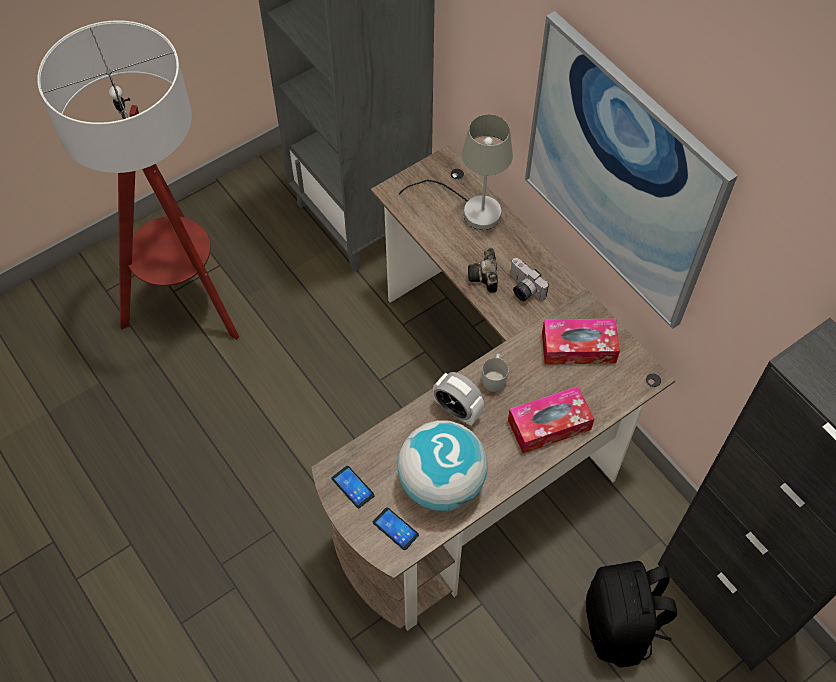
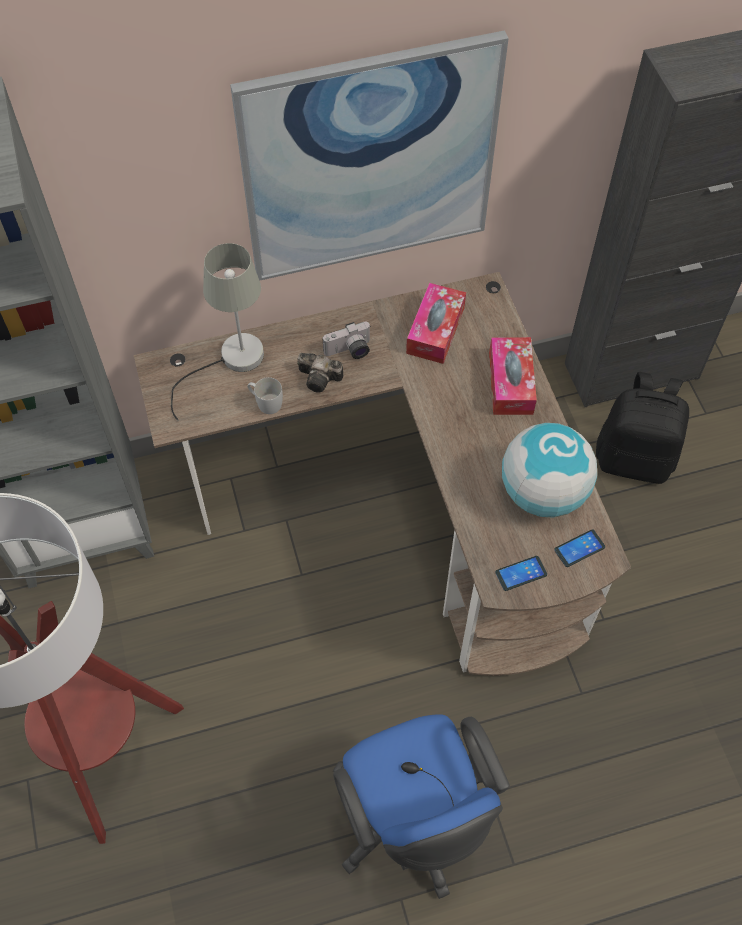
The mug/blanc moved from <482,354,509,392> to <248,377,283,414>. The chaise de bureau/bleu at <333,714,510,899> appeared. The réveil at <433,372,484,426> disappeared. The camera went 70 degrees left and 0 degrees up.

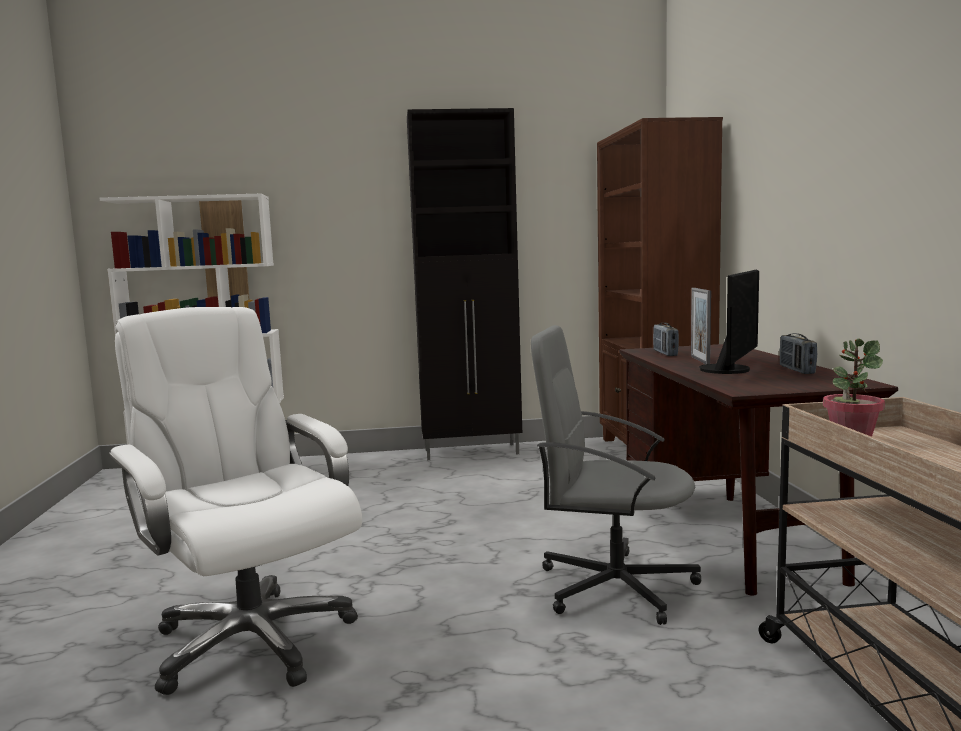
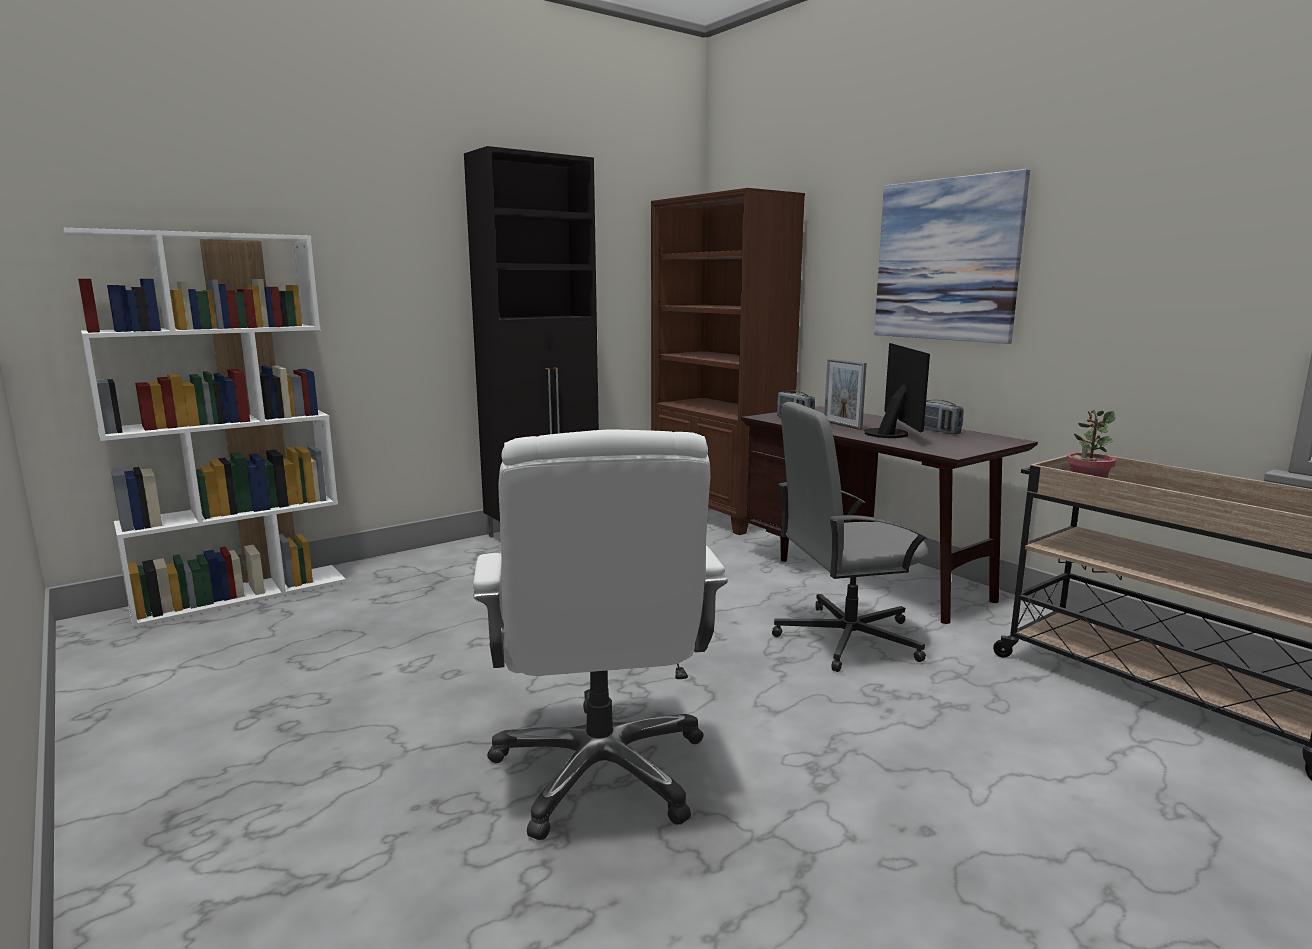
The chaise de bureau/blanc at <109,307,362,695> turned 120 degrees counterclockwise. The tableau at <874,169,1030,344> appeared. The camera went 30 degrees left and 5 degrees up.

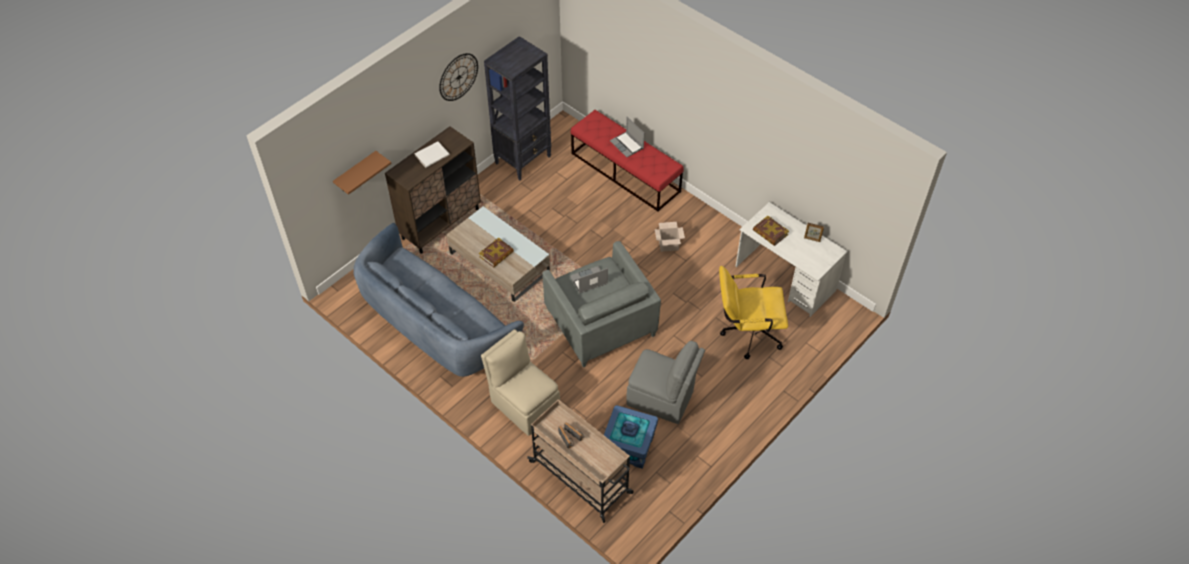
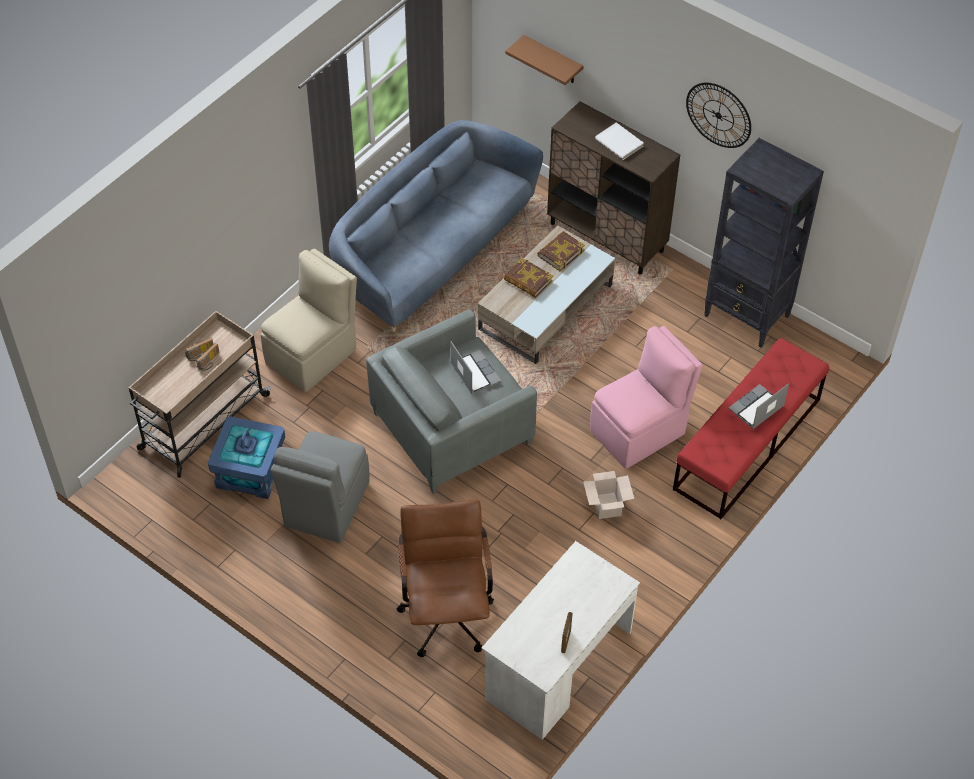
The chaise de bureau/jaune at <719,266,788,359> became the chaise de bureau/marron at <397,500,494,657>. The livre moved from <753,216,789,246> to <537,231,585,271>. The chaise/rose at <590,326,703,469> appeared. The camera went 85 degrees right and 0 degrees up.

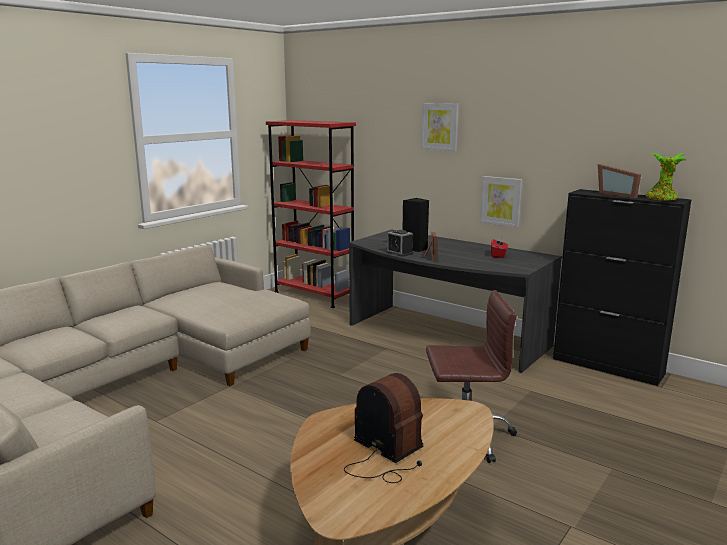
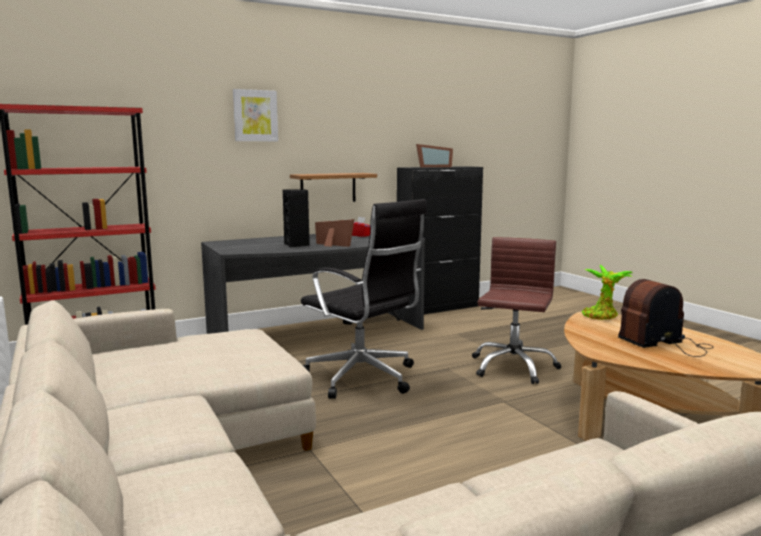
The tableau at <480,176,522,227> was replaced by the étagère at <290,173,377,202>. The chaise de bureau/noir at <301,199,427,399> appeared. The plante en pot moved from <646,153,686,201> to <582,265,633,320>. The réveil at <386,230,413,257> disappeared. The camera went 65 degrees left and 5 degrees down.

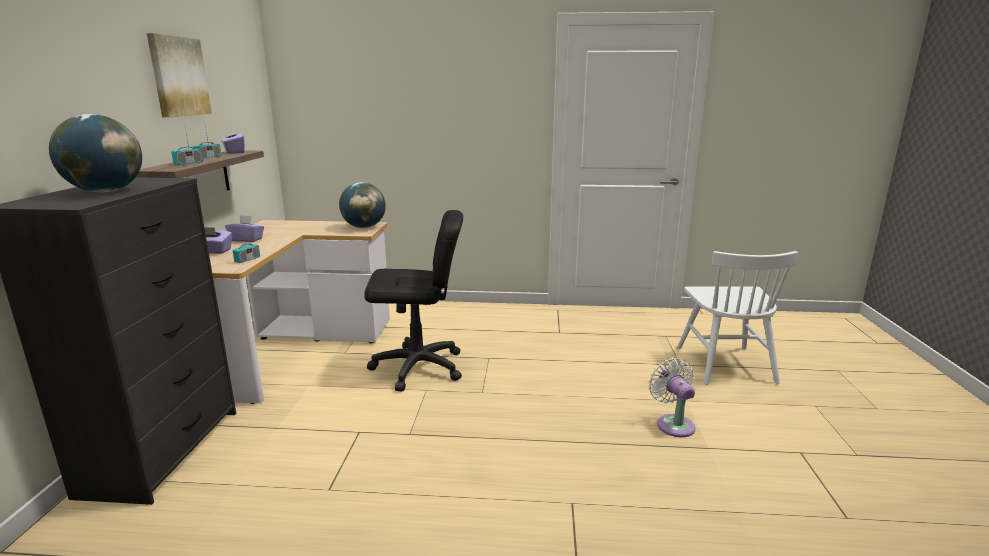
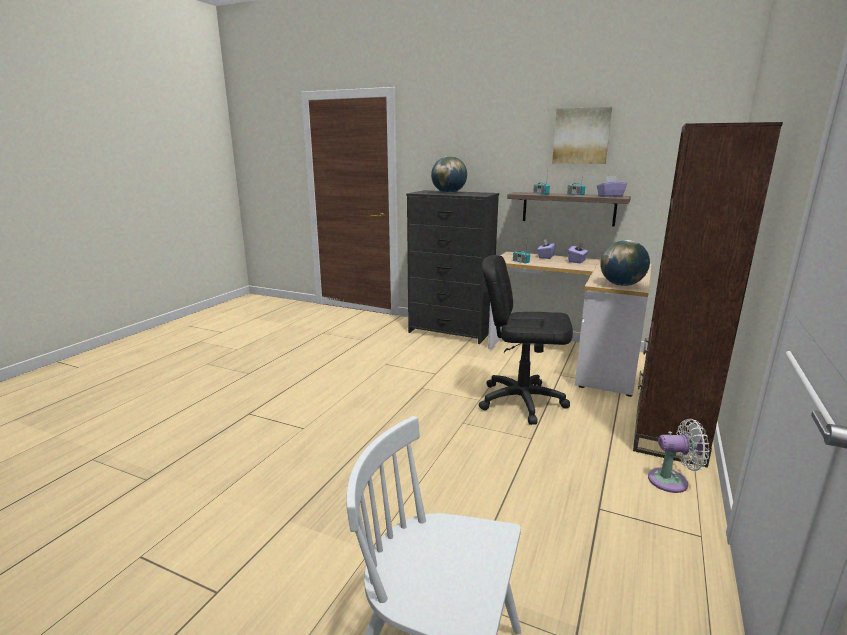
The chaise de bureau/noir at <364,210,463,391> turned 90 degrees clockwise. The bibliothèque/marron at <633,122,783,468> appeared. The ventilateur/blanc moved from <648,358,696,437> to <648,419,709,493>. The camera went 110 degrees right and 0 degrees up.

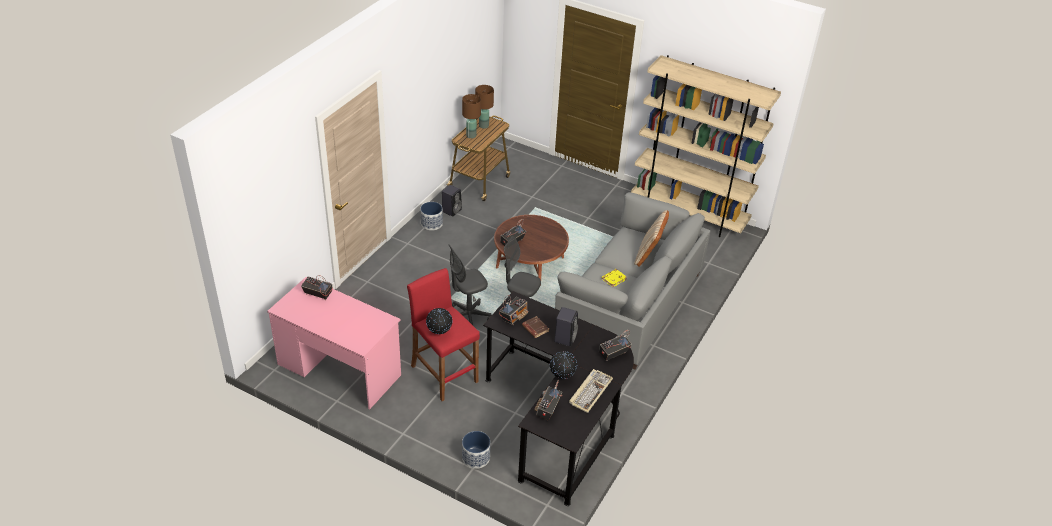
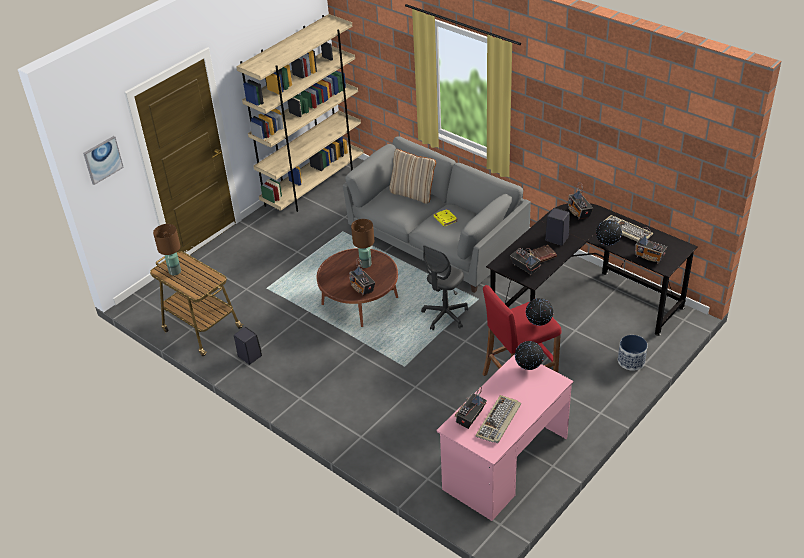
The tableau at <83,136,124,185> appeared. The lampe de table/marron moved from <462,94,481,138> to <351,219,374,268>. The clavier at <475,395,521,443> appeared. The globe at <515,341,544,370> appeared. The cache-pot at <420,202,443,230> disappeared. The chaise de bureau/gris at <448,244,491,325> disappeared. The camera went 75 degrees left and 0 degrees up.

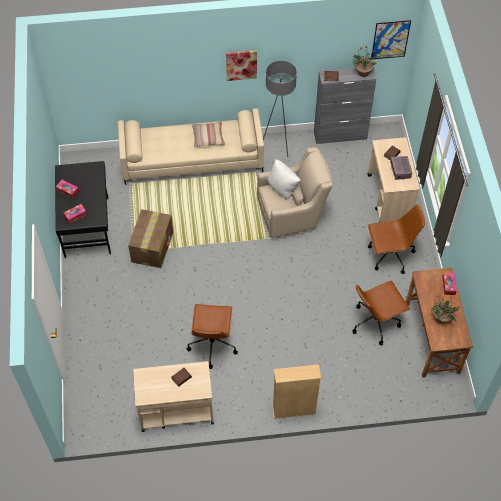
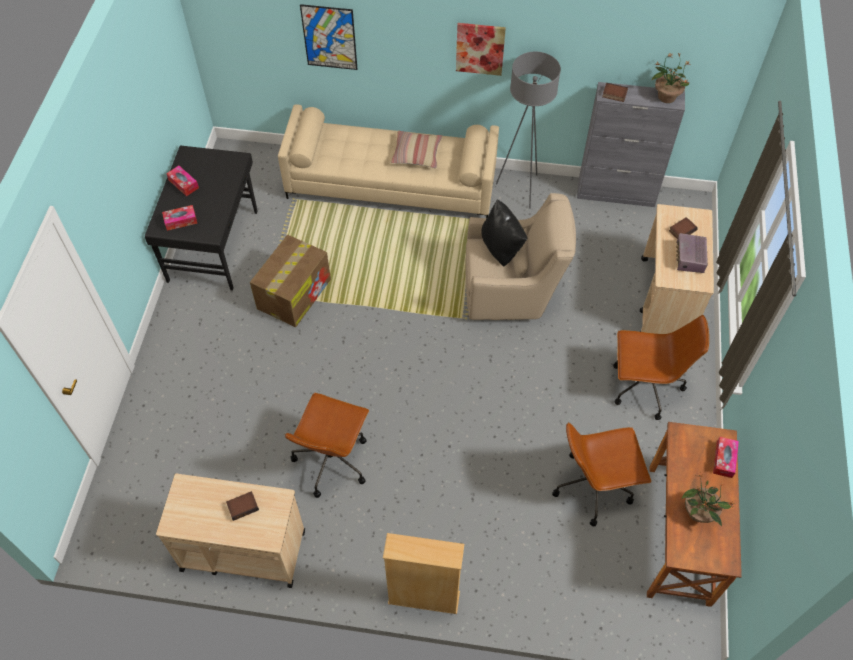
The tableau moved from <371,20,411,59> to <300,4,357,70>. The coussin/blanc at <267,159,300,200> became the coussin/noir at <481,199,527,267>. The camera went 15 degrees right and 0 degrees up.

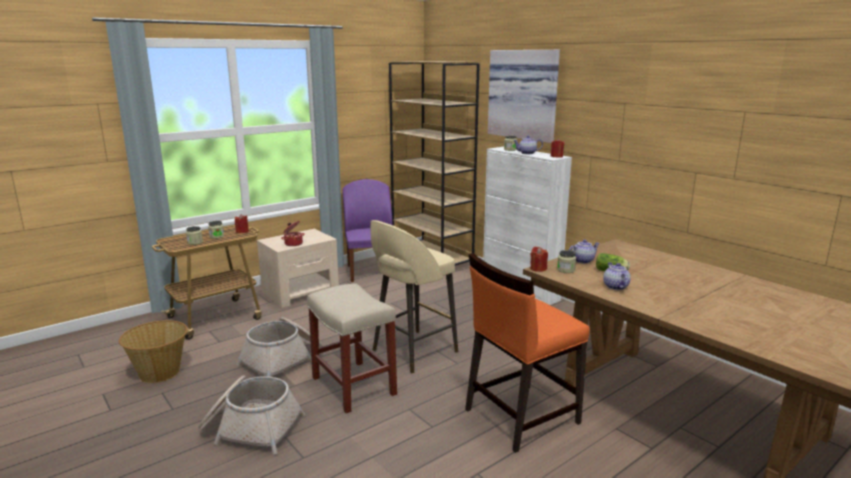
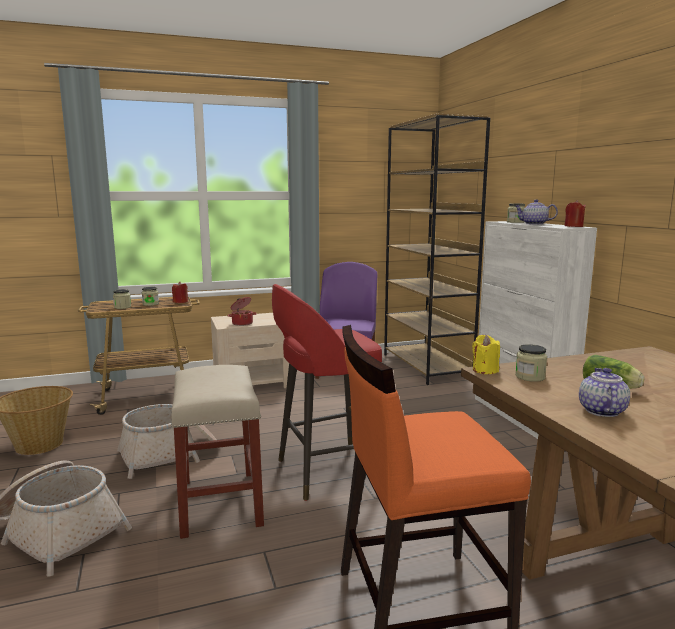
The tabouret/beige at <371,220,458,374> became the tabouret/rouge at <272,284,382,501>. The bougie/rouge at <530,247,548,272> became the bougie/jaune at <472,335,500,374>. The tableau at <488,50,560,143> disappeared. The théière at <569,240,600,264> disappeared. The camera went 20 degrees right and 5 degrees down.

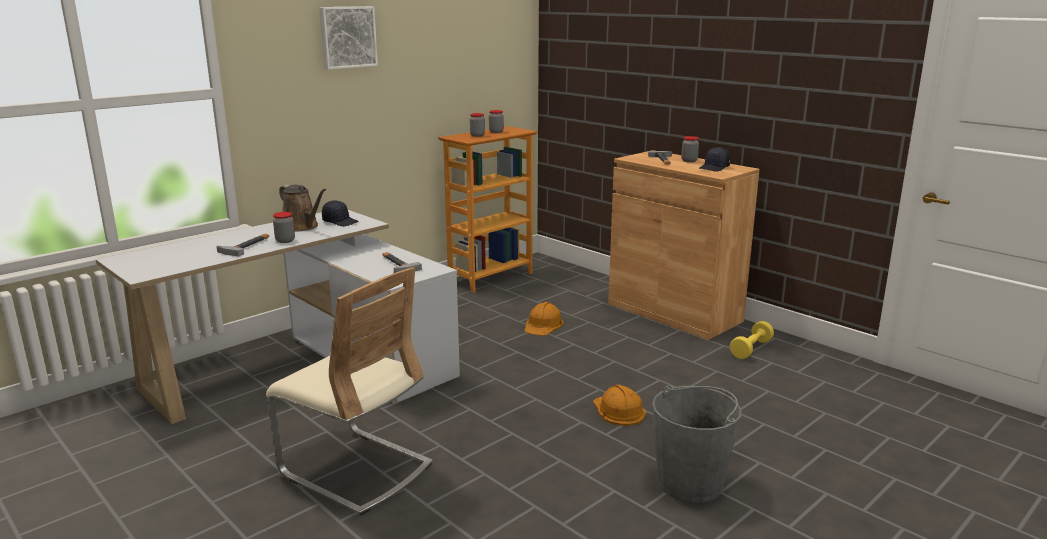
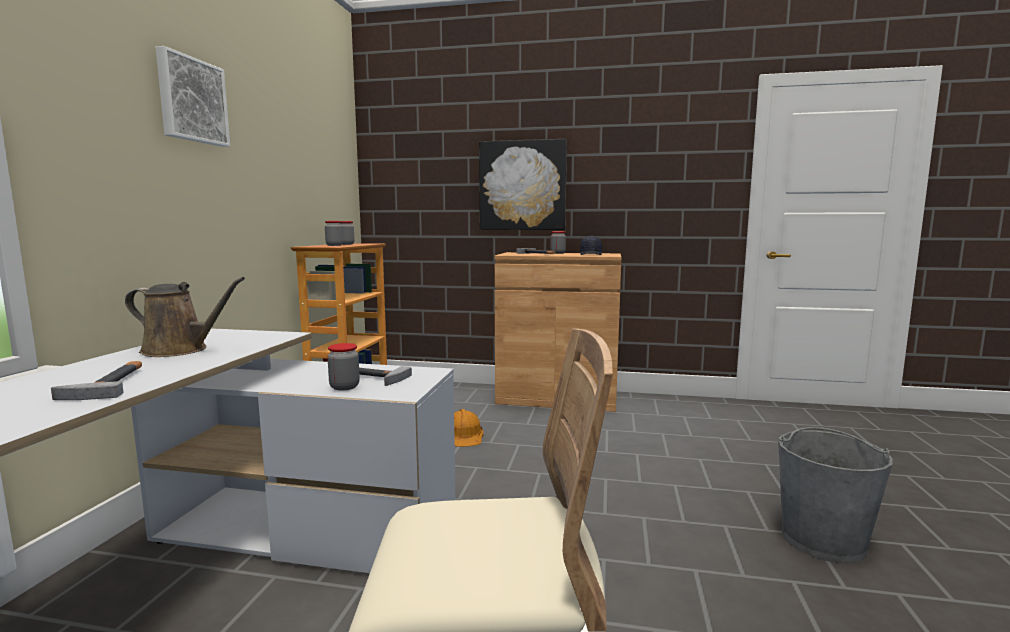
The bocal moved from <273,212,295,243> to <327,343,360,391>. The tableau at <479,139,567,230> appeared. The casquette/noir at <322,200,359,226> disappeared. The casque de chantier/orange at <593,385,646,426> disappeared. The haltère/jaune at <730,321,774,359> disappeared. The camera went 35 degrees left and 10 degrees down.

